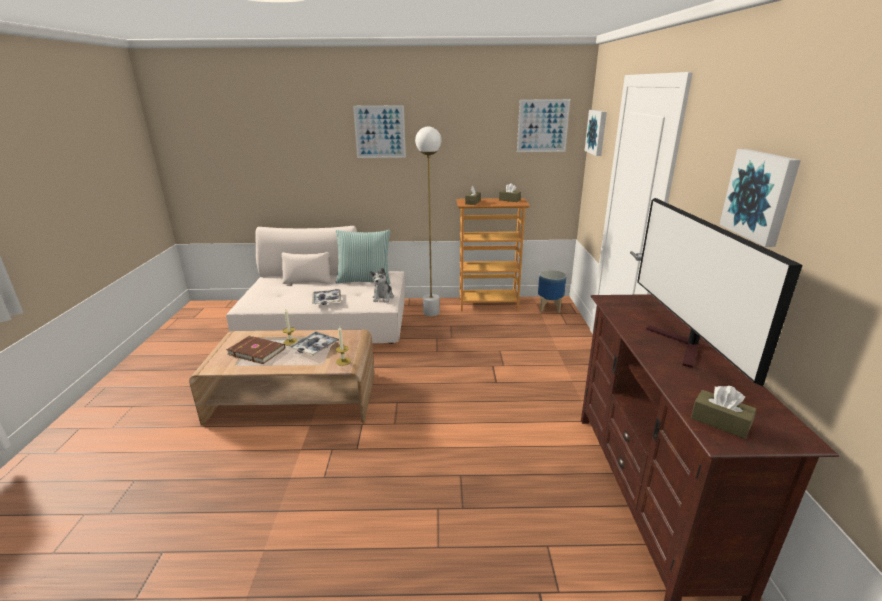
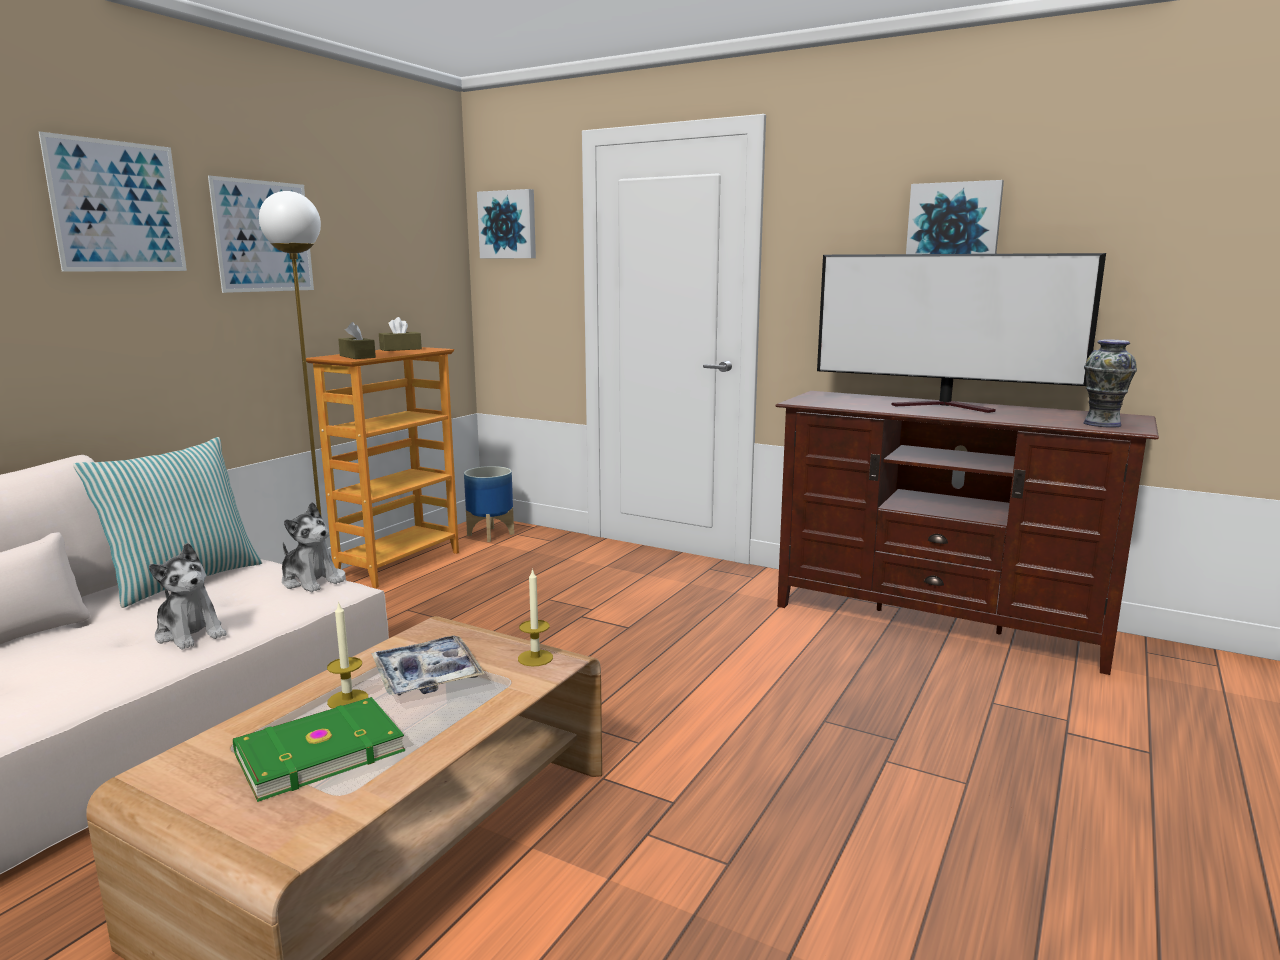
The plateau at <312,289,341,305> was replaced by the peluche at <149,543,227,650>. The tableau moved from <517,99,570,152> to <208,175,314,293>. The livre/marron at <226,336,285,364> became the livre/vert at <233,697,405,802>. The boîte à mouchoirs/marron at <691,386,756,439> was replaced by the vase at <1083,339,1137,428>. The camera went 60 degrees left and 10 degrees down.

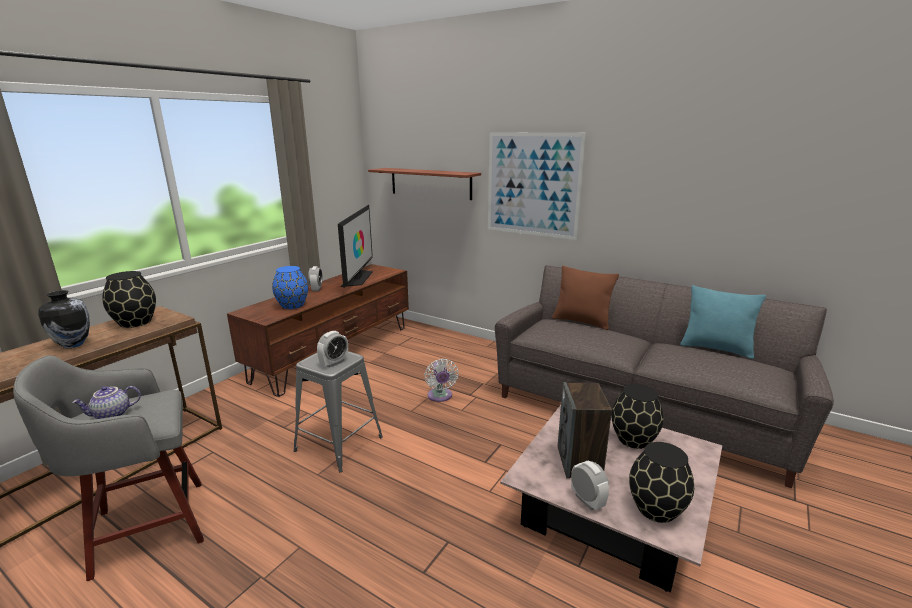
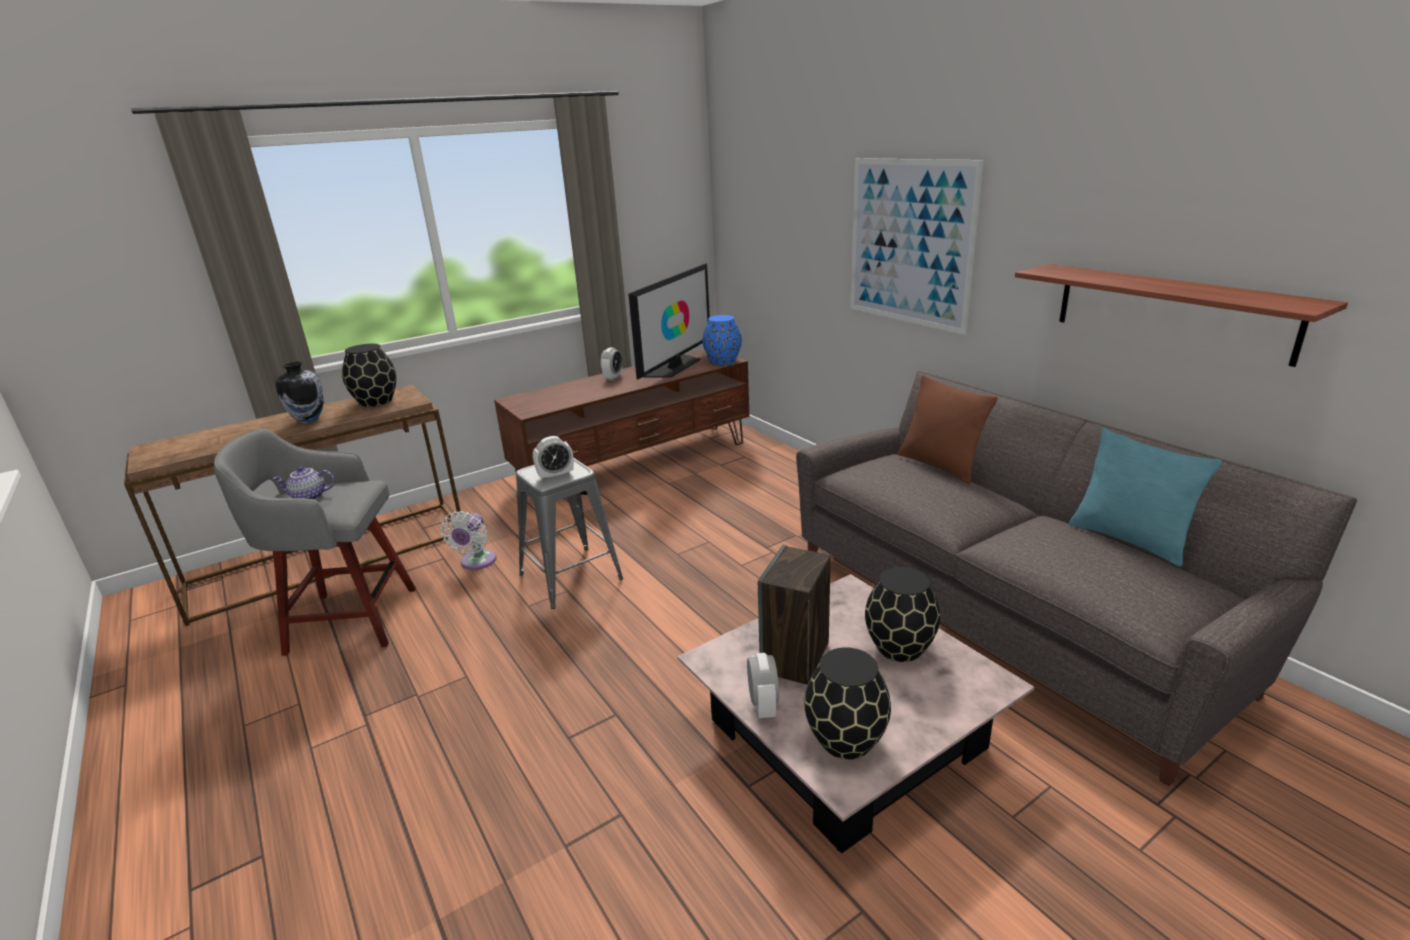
The ventilateur/blanc moved from <424,359,459,402> to <441,511,496,570>. The vase/bleu moved from <272,266,308,309> to <703,315,742,365>. The étagère moved from <368,168,481,200> to <1015,264,1348,367>. The camera went 25 degrees right and 5 degrees up.

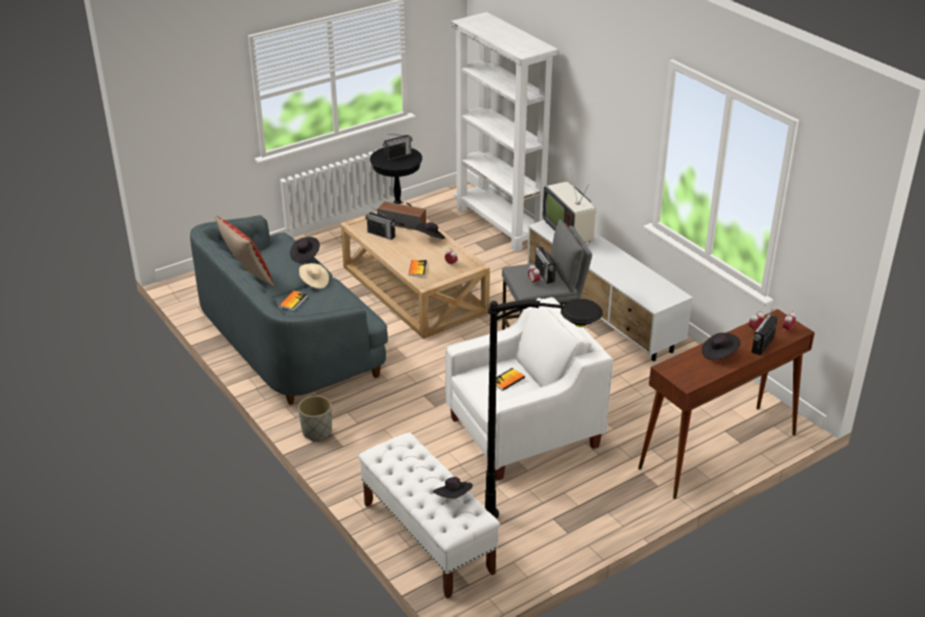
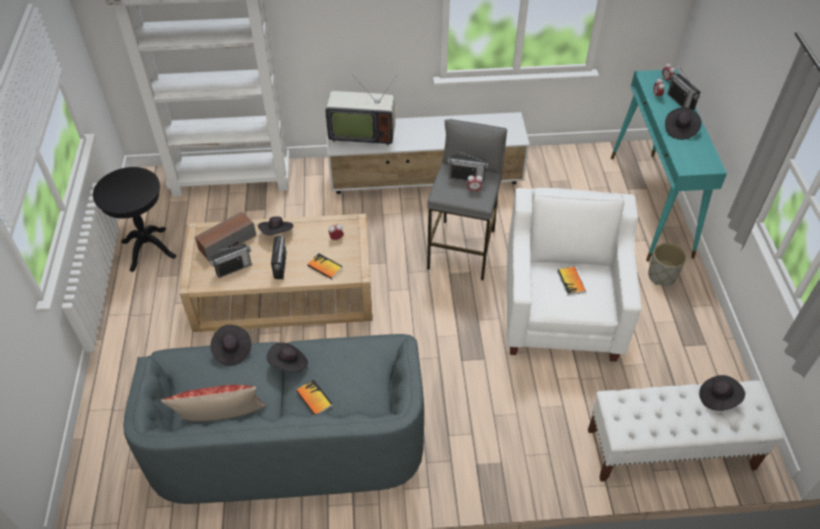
The chapeau/beige at <299,263,329,289> became the chapeau/noir at <267,343,308,372>. The radio moved from <383,134,413,160> to <271,235,287,279>. The table console/marron at <638,309,815,499> became the table console/turquoise at <611,69,727,261>. The cache-pot/gris moved from <298,396,332,441> to <648,243,686,286>. The lampadaire/noir at <485,299,603,519> disappeared. The camera went 60 degrees left and 15 degrees up.

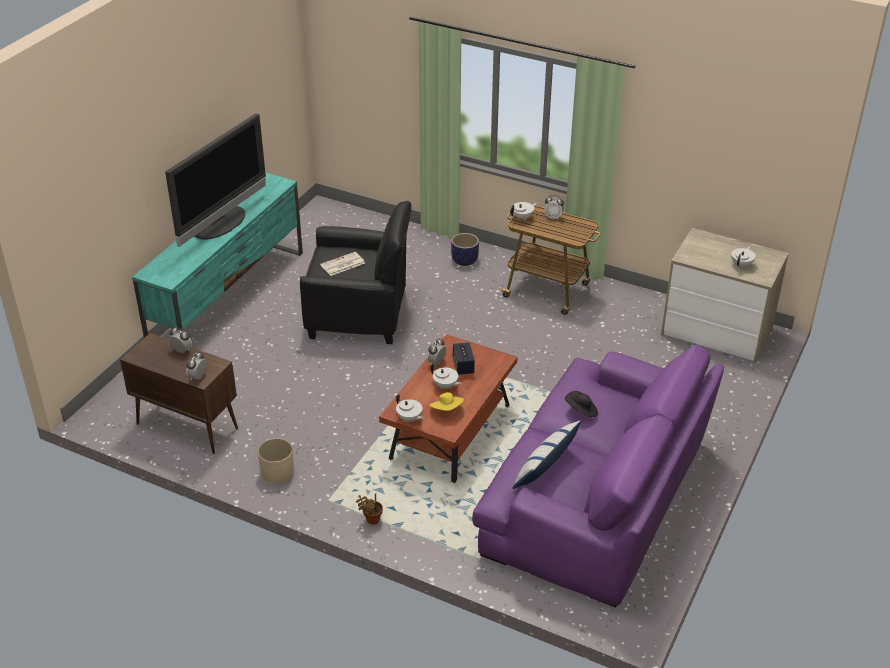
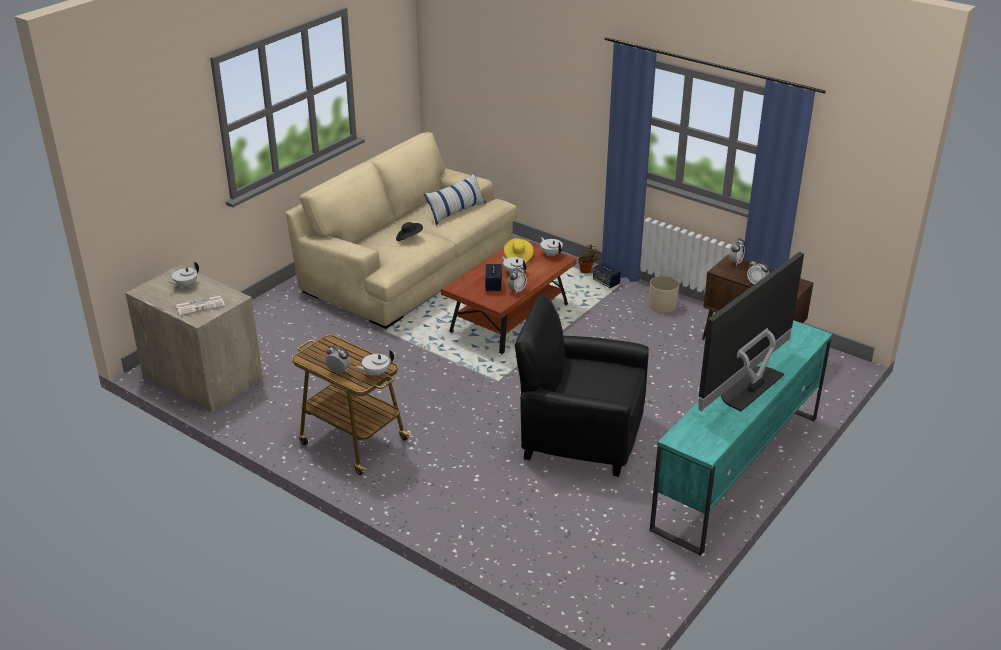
The journal moved from <320,252,365,276> to <176,295,225,316>. The canapé/violet at <472,345,724,607> became the canapé/beige at <286,132,517,329>. The enceinte at <593,262,621,288> appeared. The cache-pot at <451,233,479,266> disappeared. The camera went 170 degrees left and 5 degrees down.

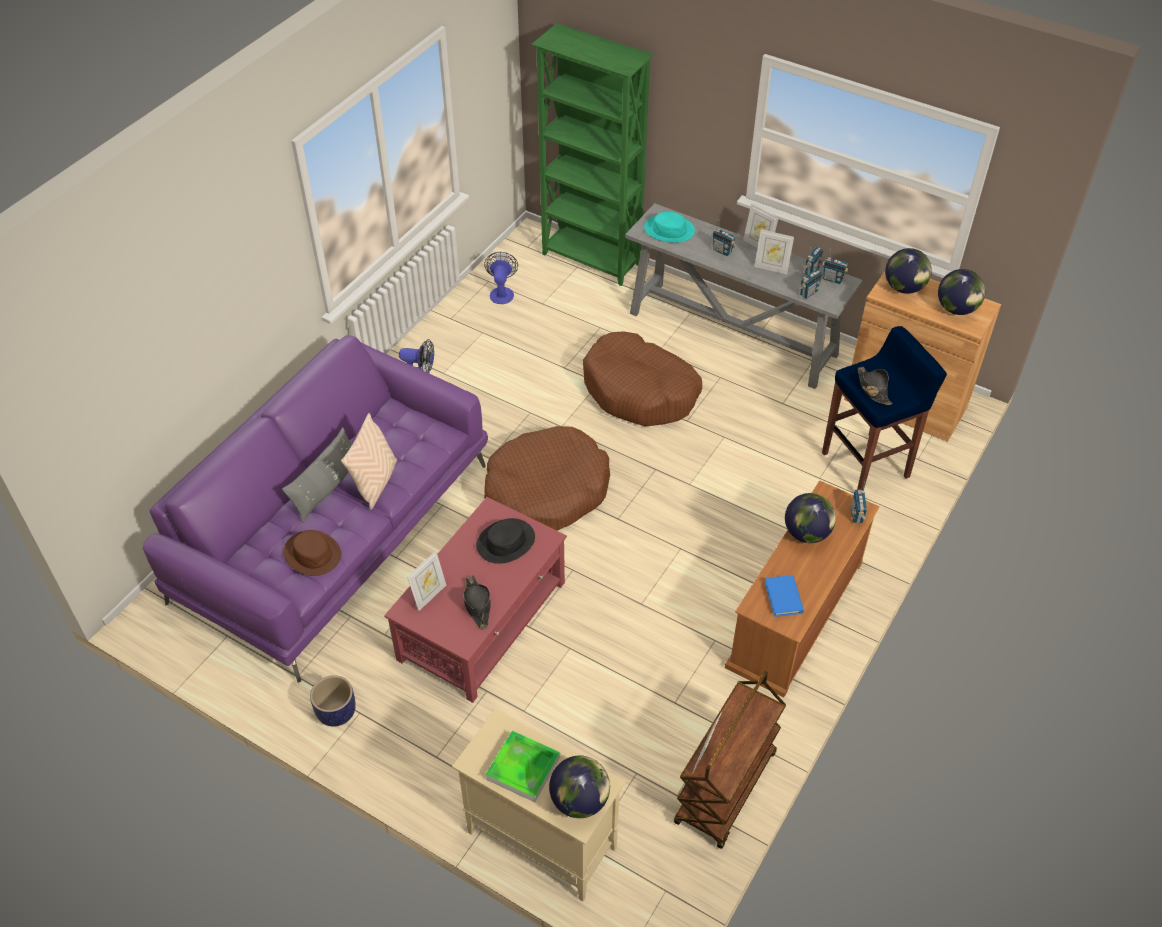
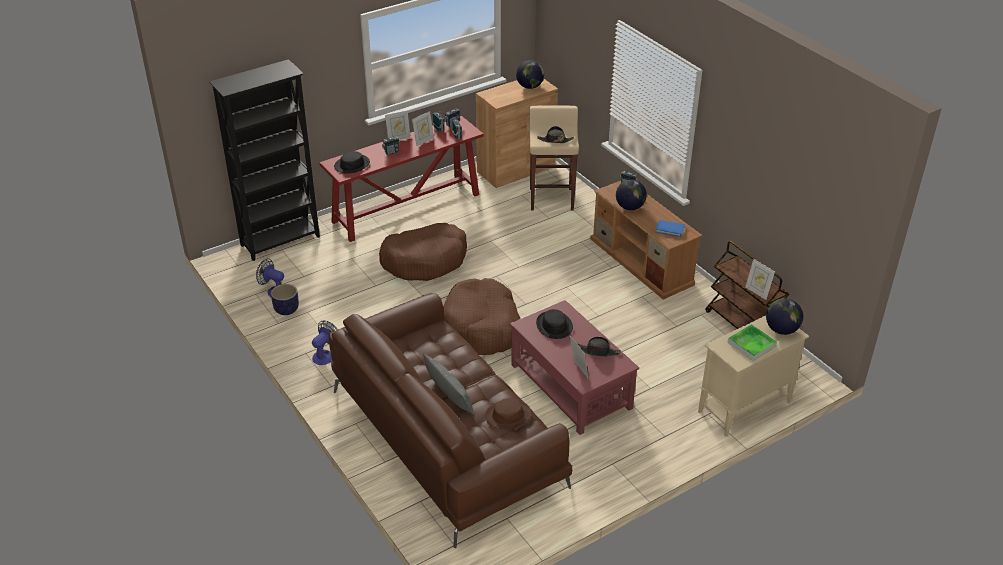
The bibliothèque/vert at <531,23,654,286> became the bibliothèque/noir at <209,59,320,261>. The cache-pot moved from <310,675,356,727> to <271,284,299,315>. The table console/gris at <625,203,863,389> became the table console/rouge at <319,116,484,242>. The canapé/violet at <143,335,488,683> became the canapé/marron at <329,293,572,548>. The chapeau/turquoise at <644,211,695,243> became the chapeau/noir at <334,151,370,174>. The tabouret/bleu at <822,326,947,490> became the tabouret/beige at <529,105,579,211>. The coussin/beige at <341,413,397,510> disappeared. The globe at <885,248,932,294> disappeared. The camera went 65 degrees left and 10 degrees down.

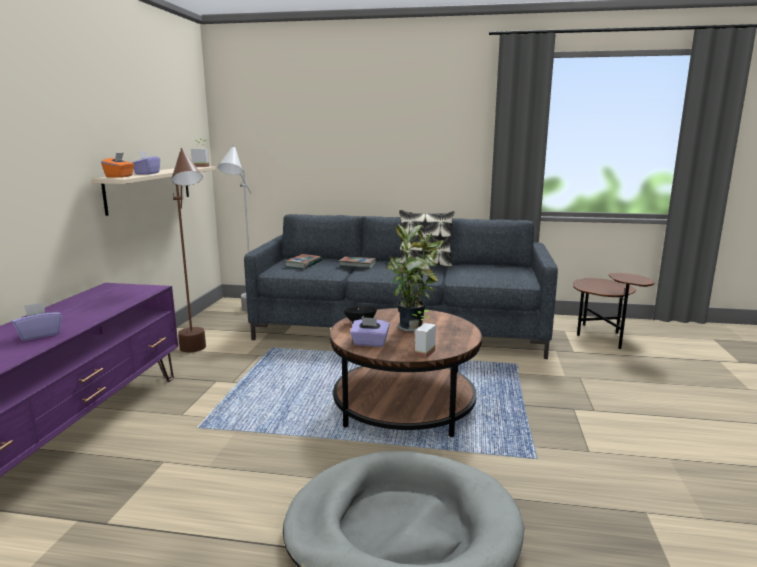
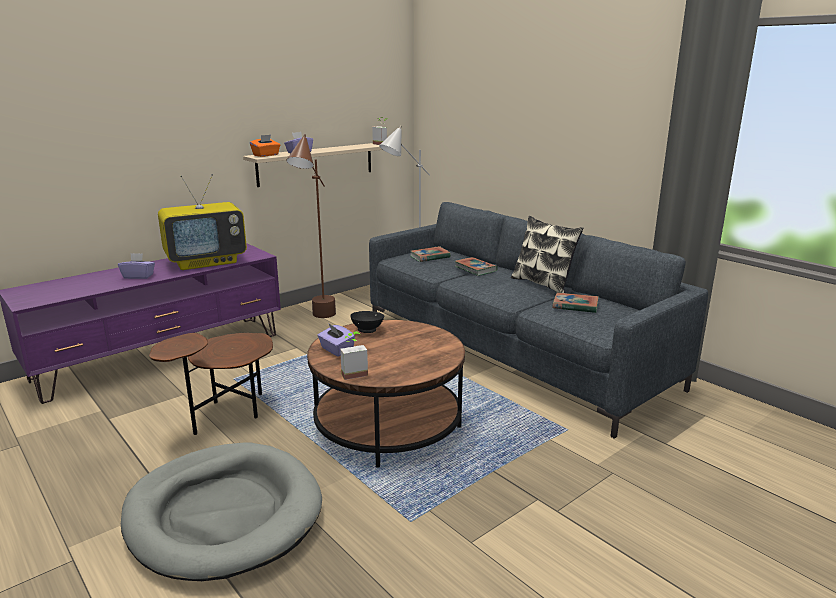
The table d'appoint/marron moved from <573,273,654,349> to <149,333,273,435>. The téléviseur at <158,174,247,270> appeared. The livre at <552,292,599,313> appeared. The plante en pot at <387,223,443,332> disappeared. The camera went 40 degrees right and 5 degrees up.

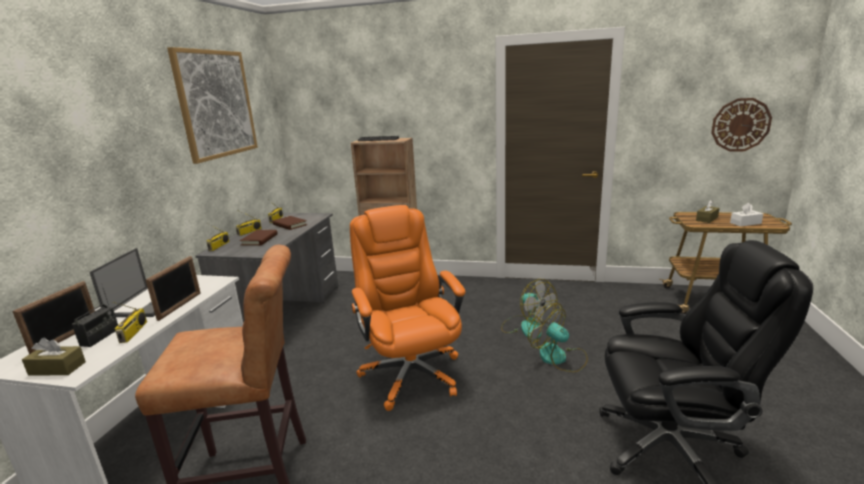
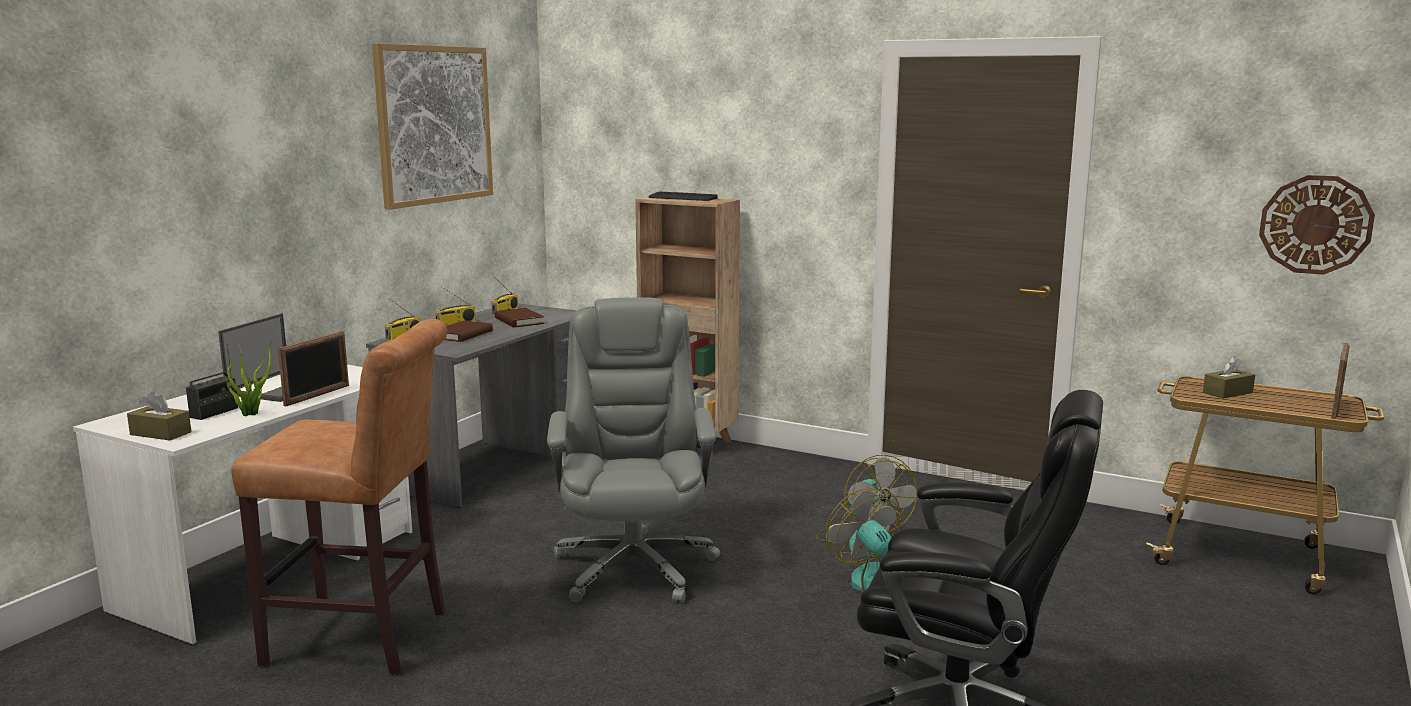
The radio at <113,302,147,343> was replaced by the plante en pot at <226,337,275,416>. The chaise de bureau/orange at <350,205,465,411> became the chaise de bureau/gris at <547,297,720,603>. The cadre photo moved from <12,281,95,354> to <1331,343,1349,419>. The boîte à mouchoirs/blanc at <730,203,763,227> disappeared. The camera went 15 degrees right and 5 degrees down.

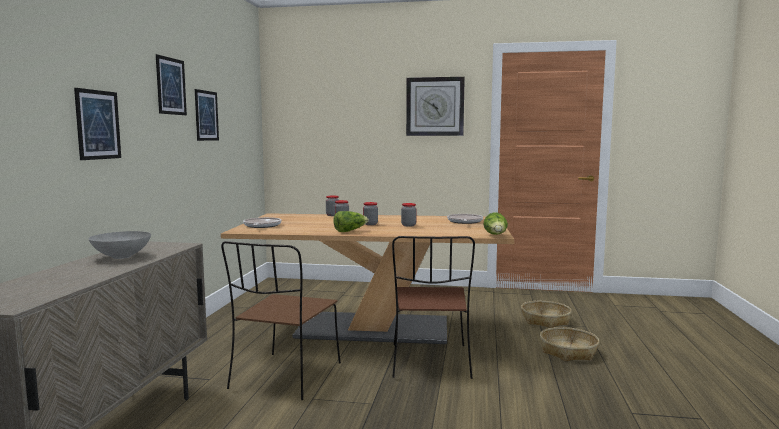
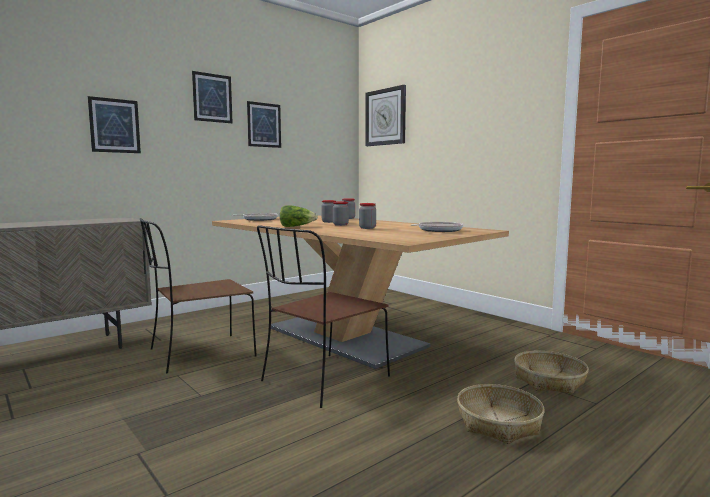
The horloge murale moved from <406,77,465,136> to <365,85,406,146>. The bol/gris at <88,231,151,259> disappeared. The laitue at <483,212,508,235> disappeared. The camera went 40 degrees right and 0 degrees up.

